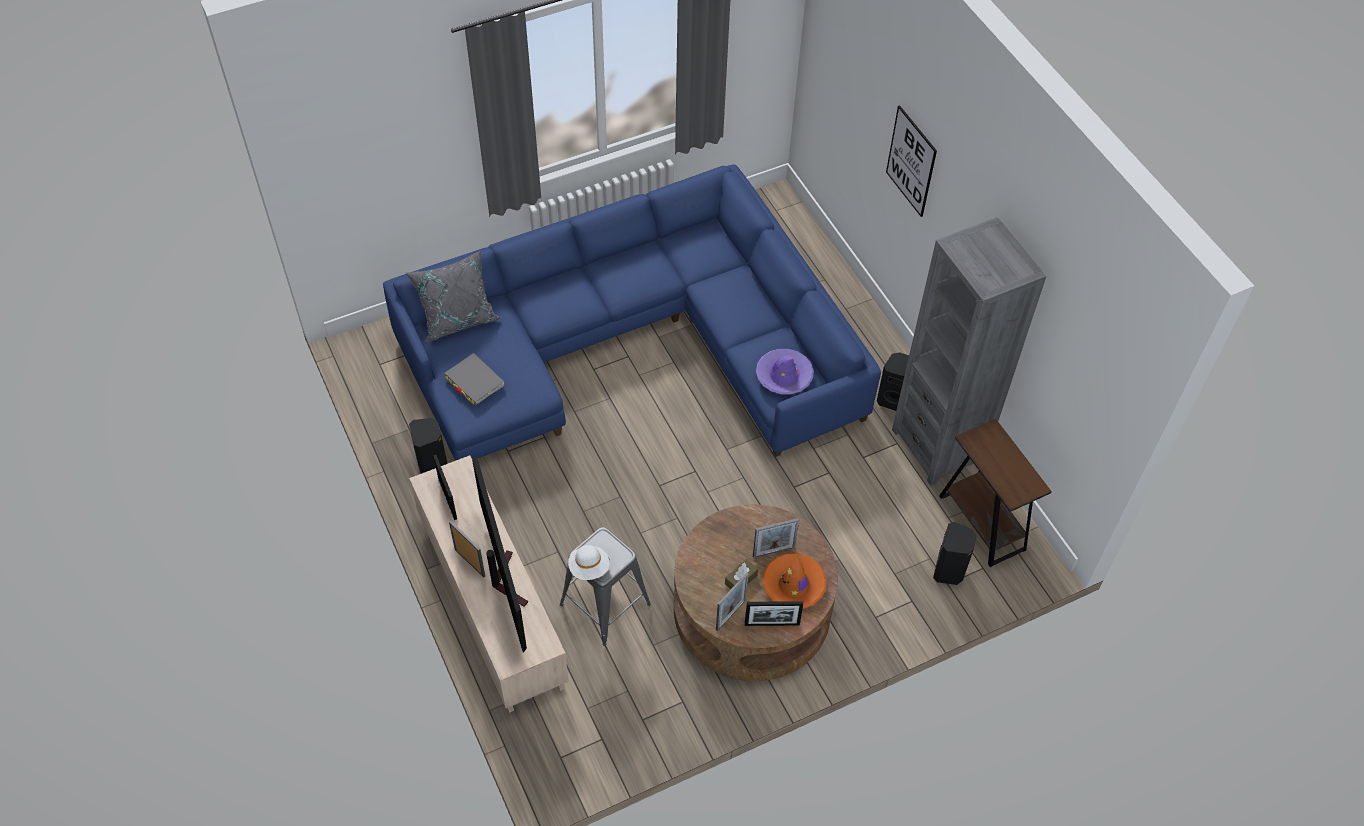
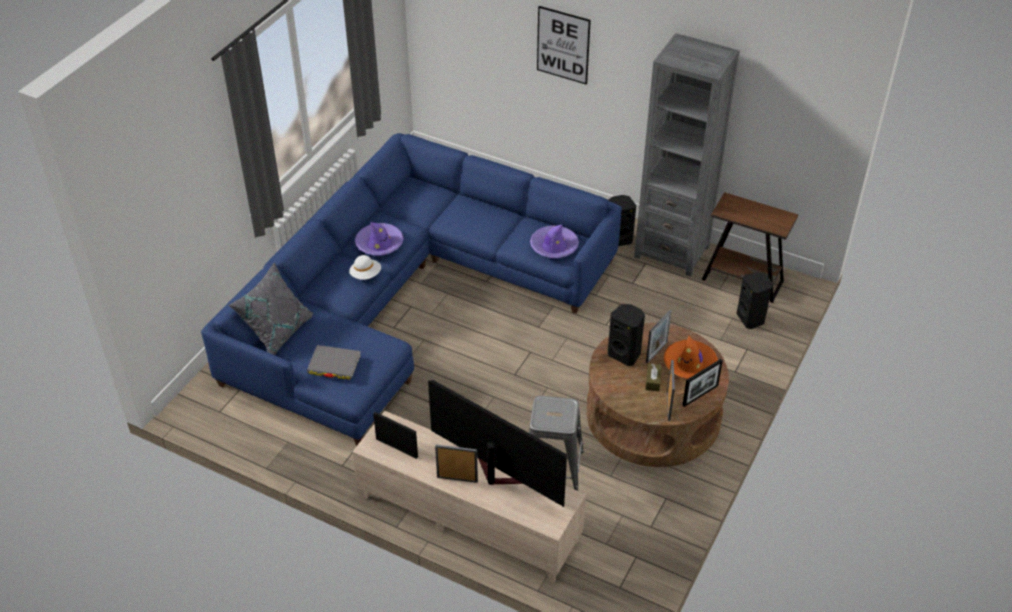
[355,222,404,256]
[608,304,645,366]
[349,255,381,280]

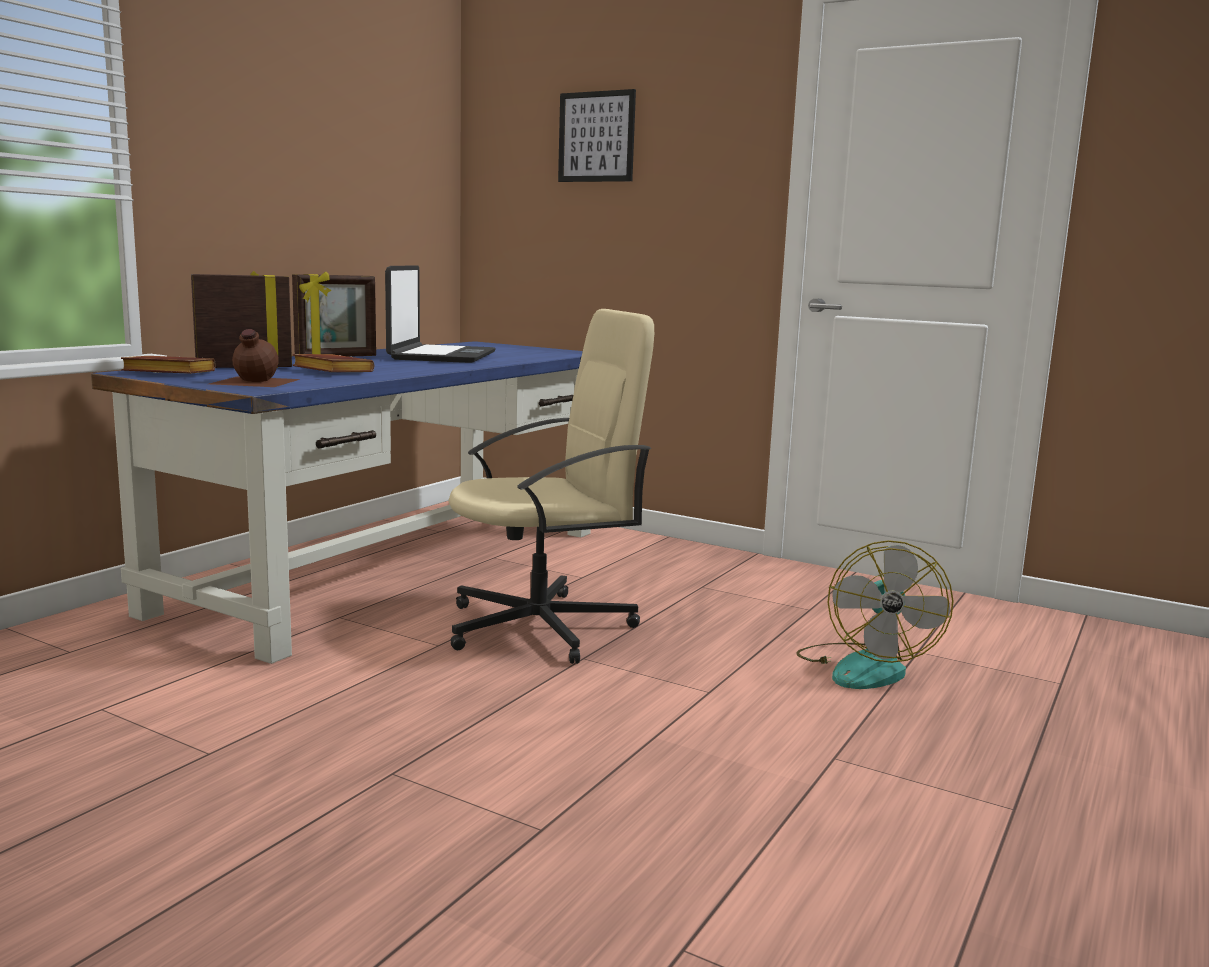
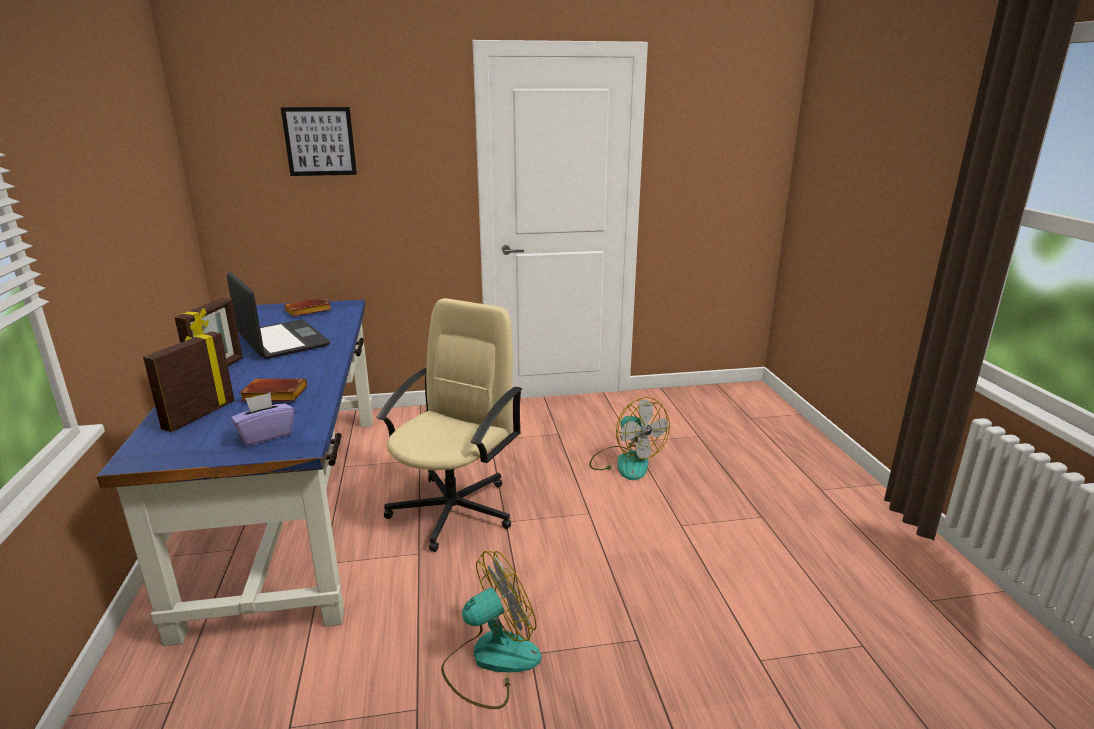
[441,551,542,709]
[284,298,332,317]
[231,393,294,446]

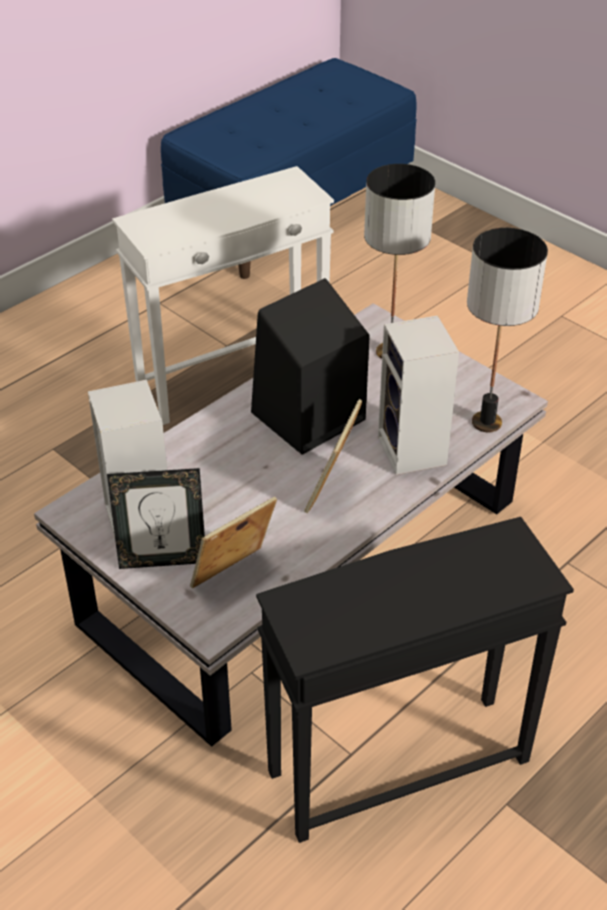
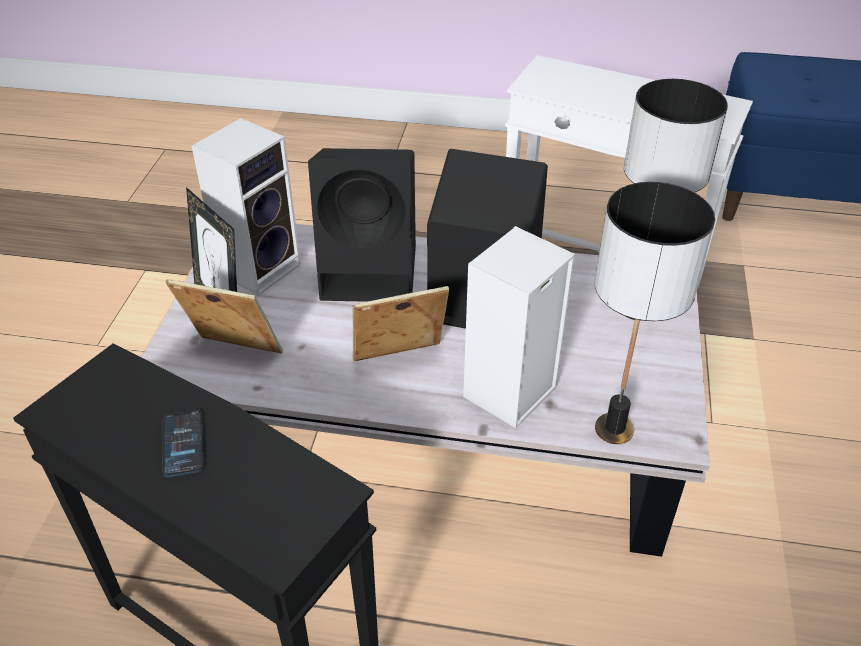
[162,409,204,477]
[308,148,416,302]

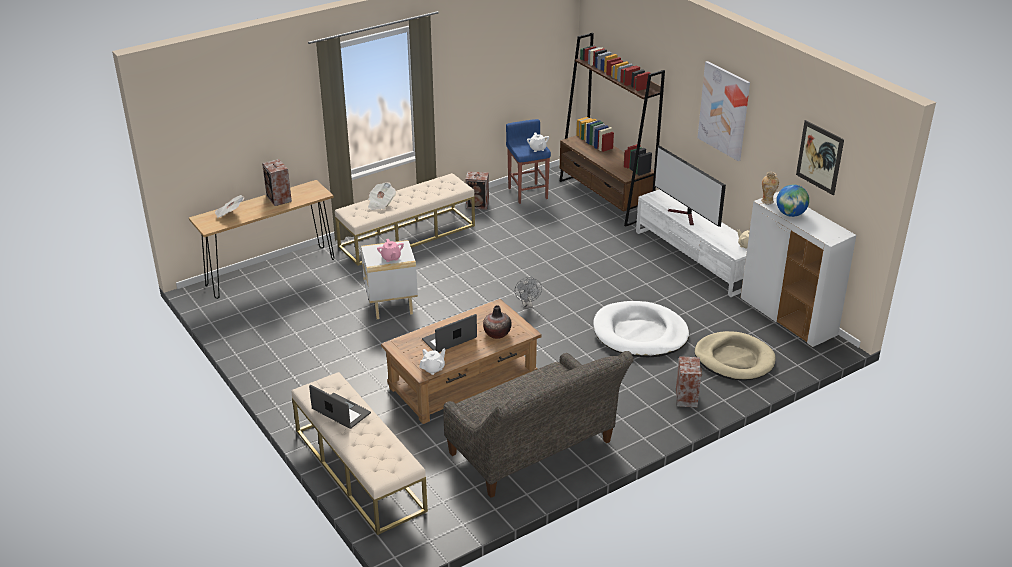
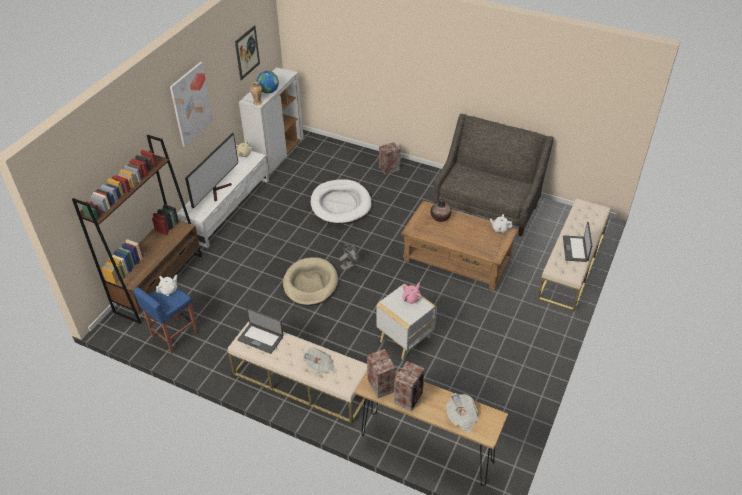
[237,308,283,354]
[367,349,396,398]
[283,257,338,306]

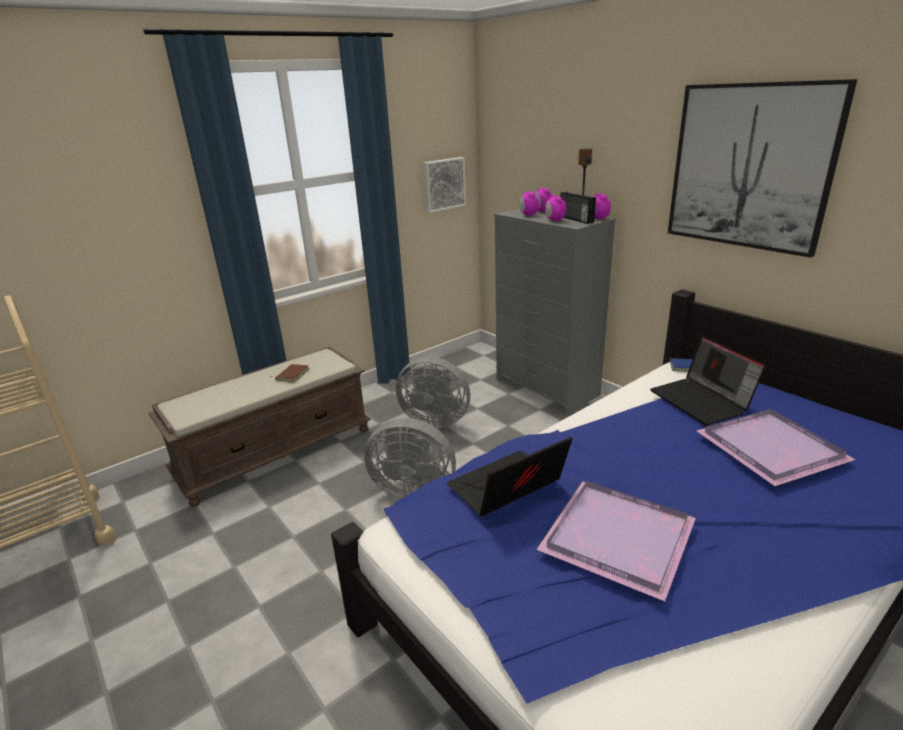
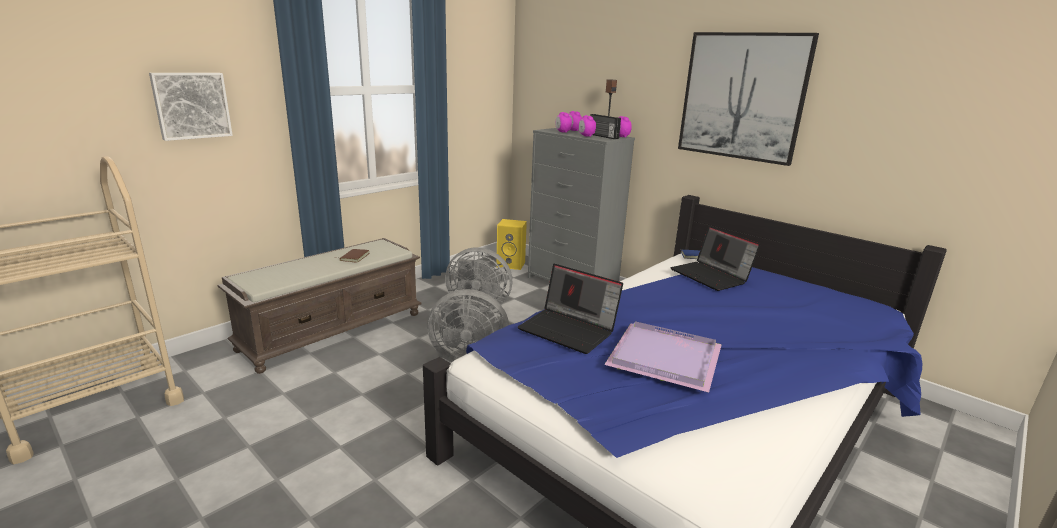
[697,409,856,486] (first image)
[496,219,527,270]
[149,73,233,141]
[518,264,623,354]

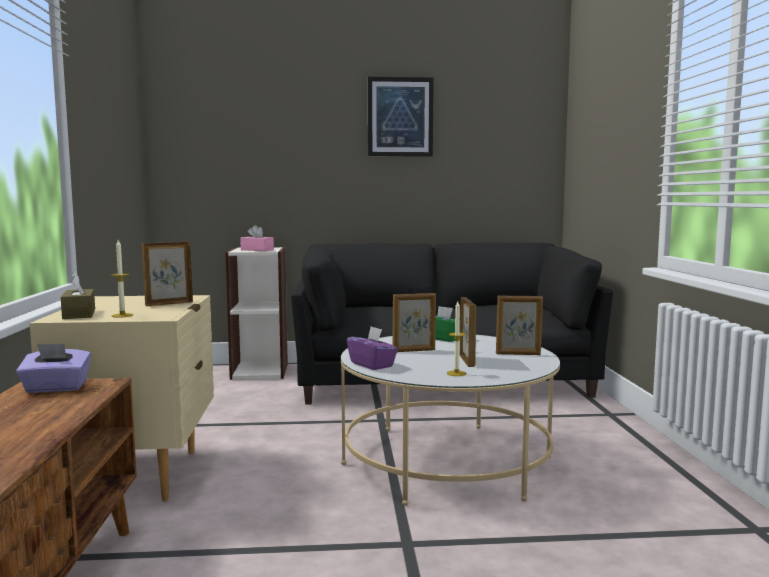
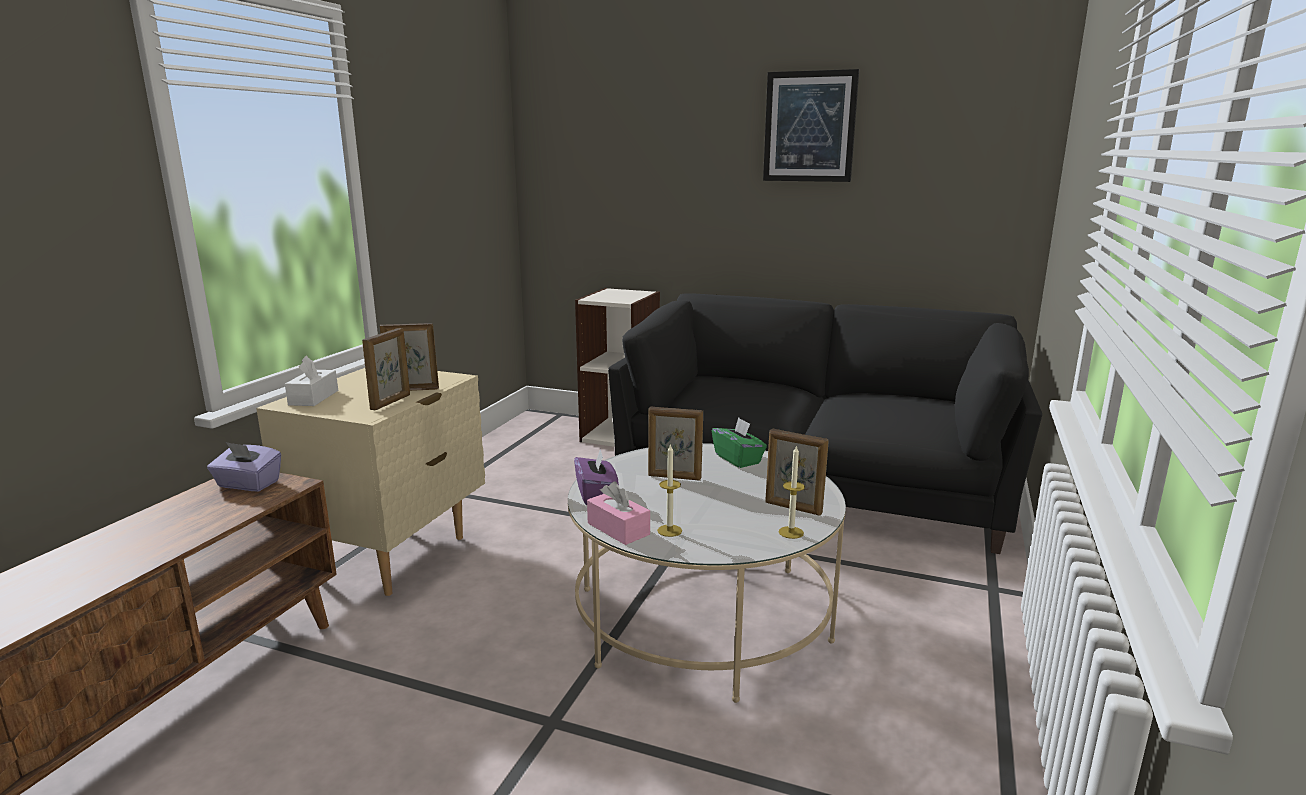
[779,445,805,539]
[587,481,650,545]
[362,328,410,410]
[285,355,338,406]

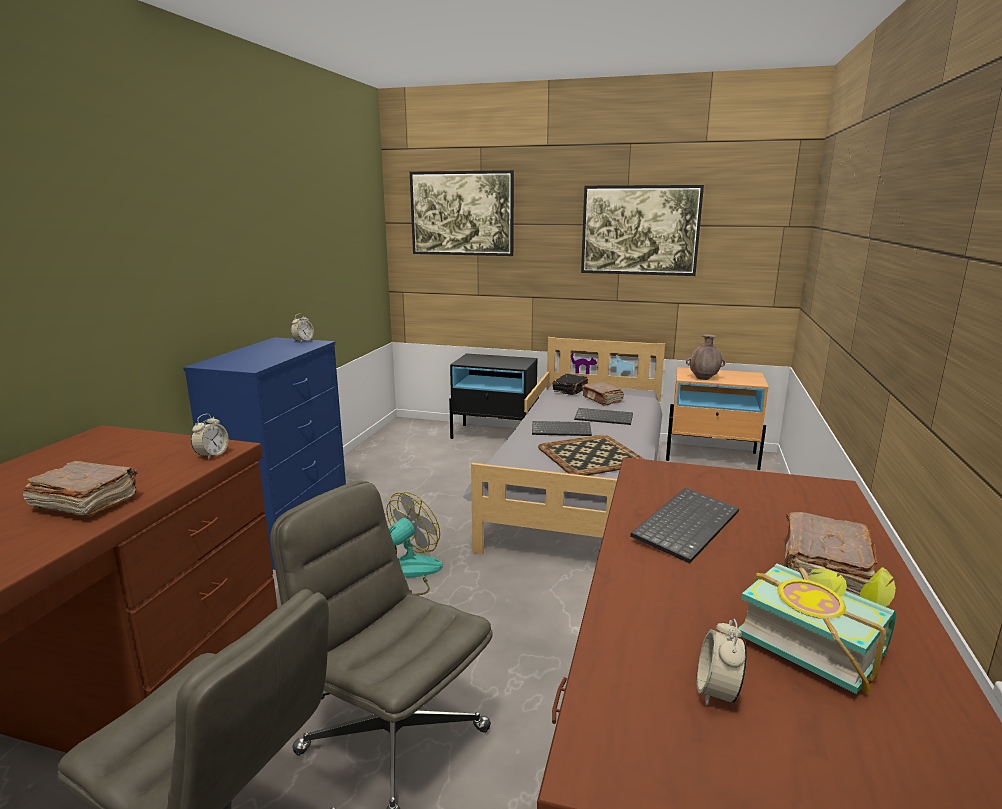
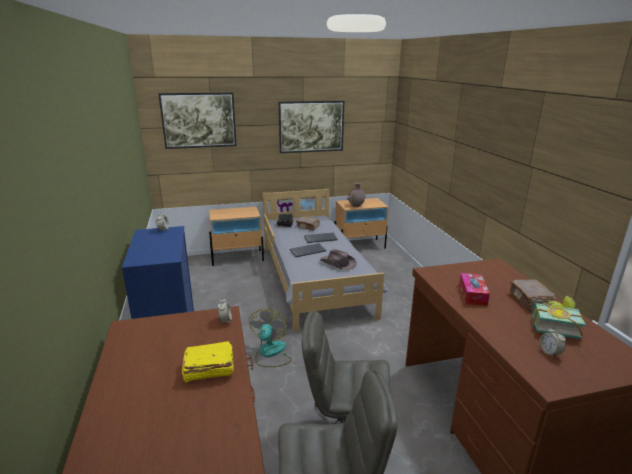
[319,249,357,270]
[459,273,490,306]
[182,341,234,382]
[209,206,264,266]

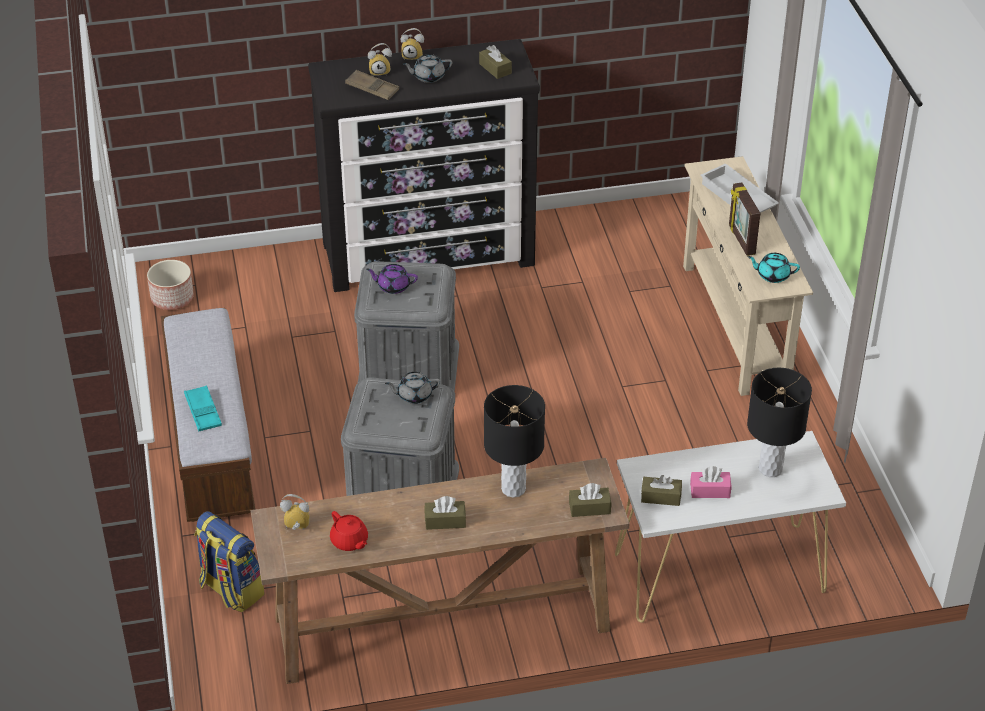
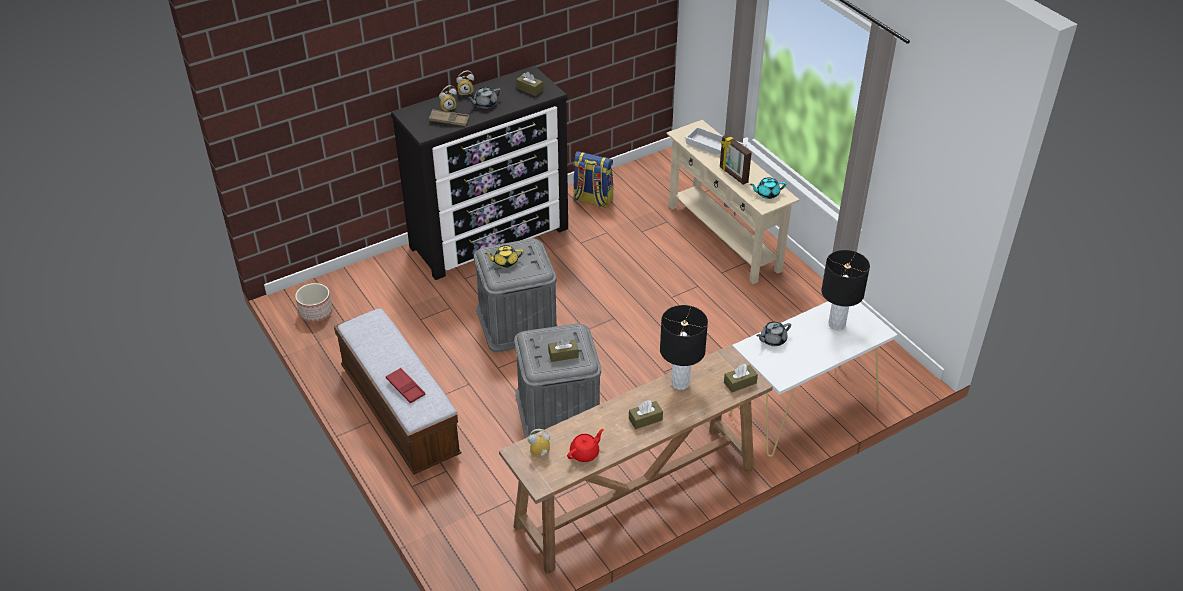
[690,466,732,498] (first image)
[573,151,613,208]
[756,322,791,346]
[548,338,579,362]
[386,368,425,403]
[485,245,524,268]
[567,429,604,462]

